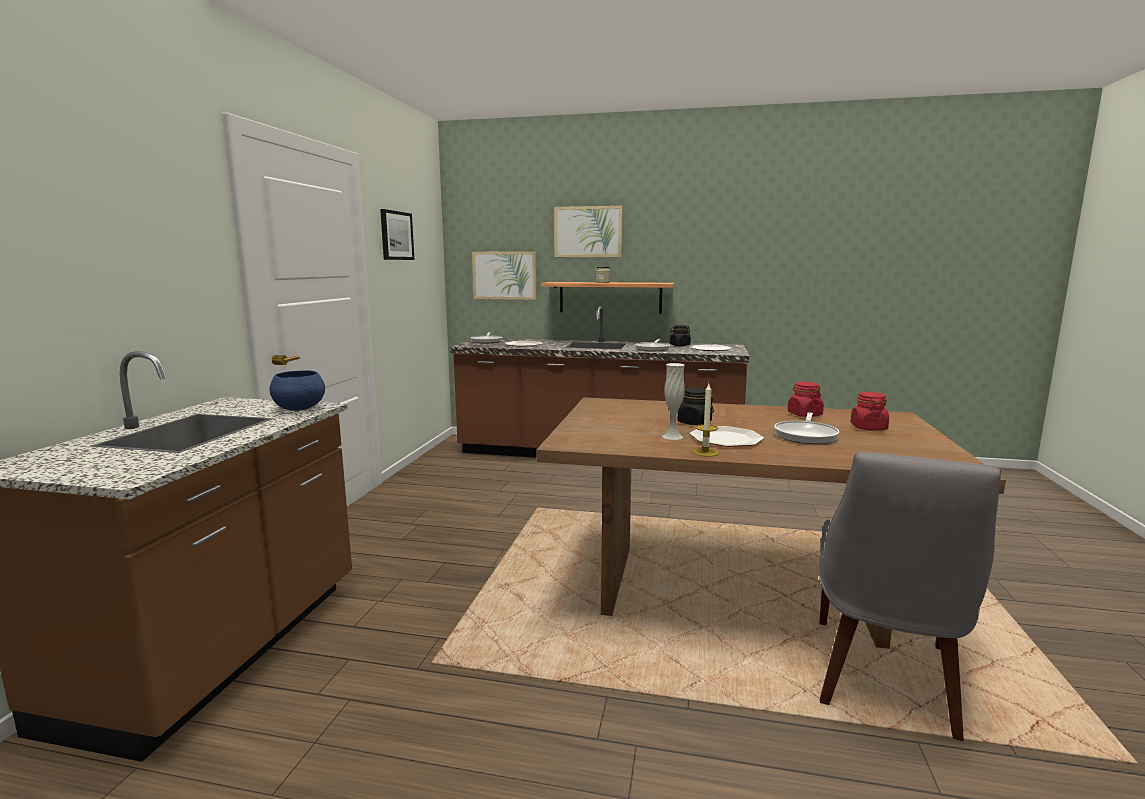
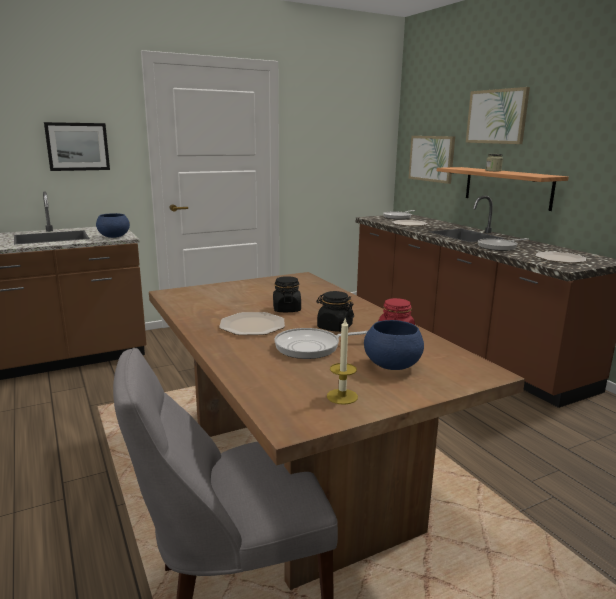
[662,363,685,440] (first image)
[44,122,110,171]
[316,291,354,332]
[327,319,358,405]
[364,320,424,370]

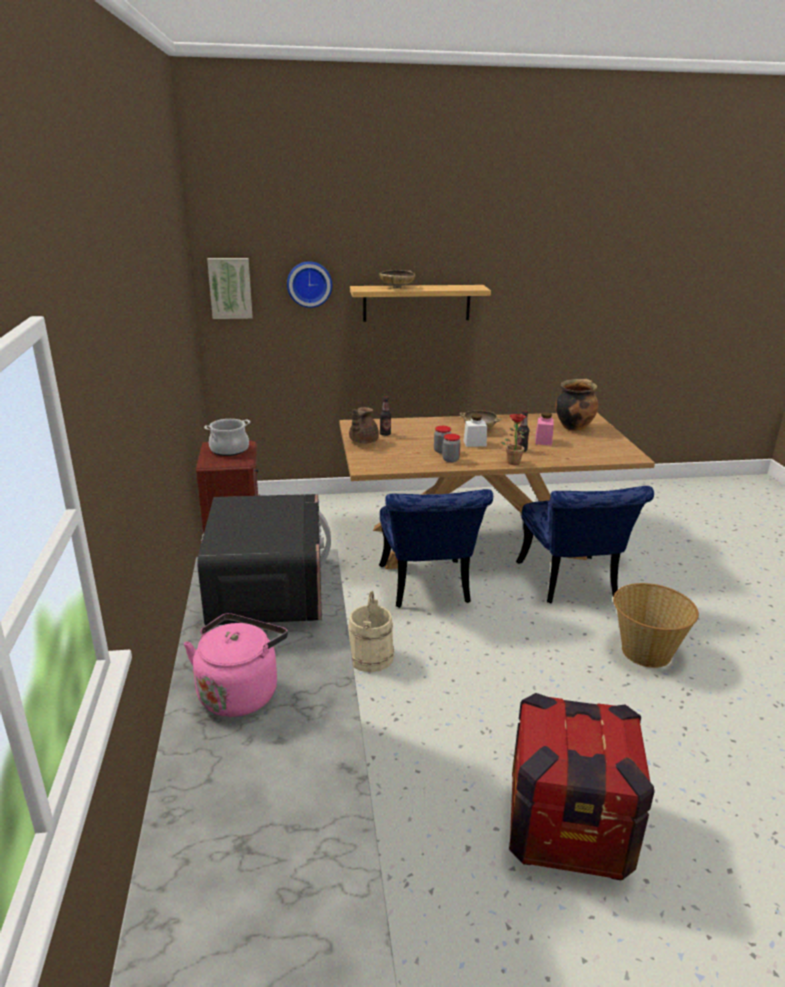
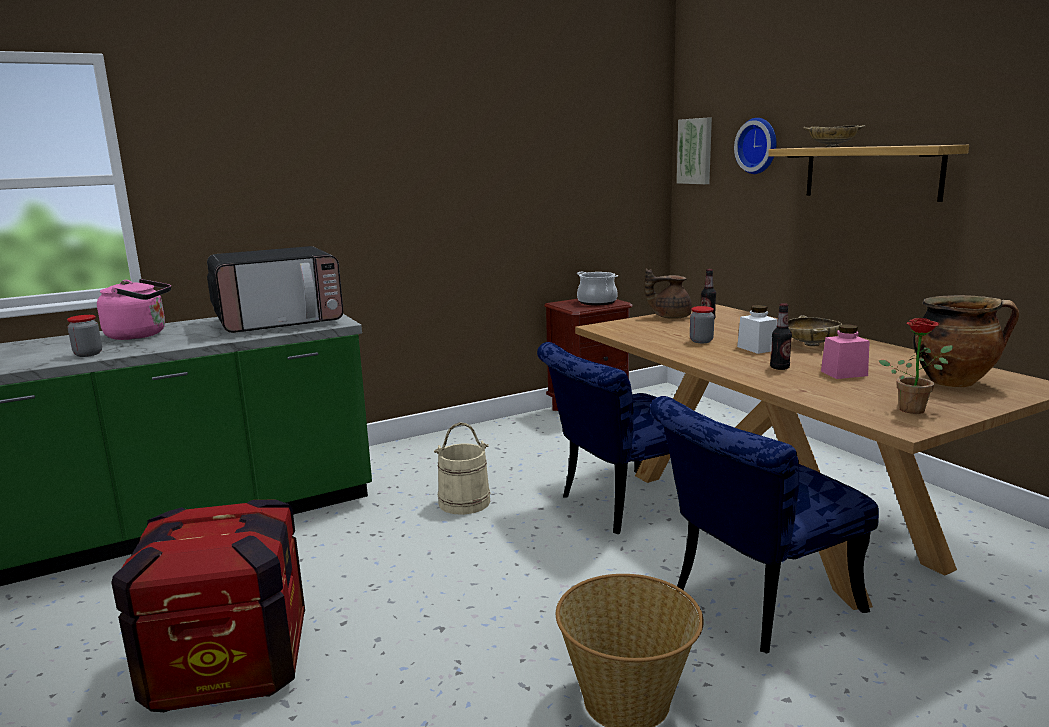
[67,315,102,357]
[878,318,953,414]

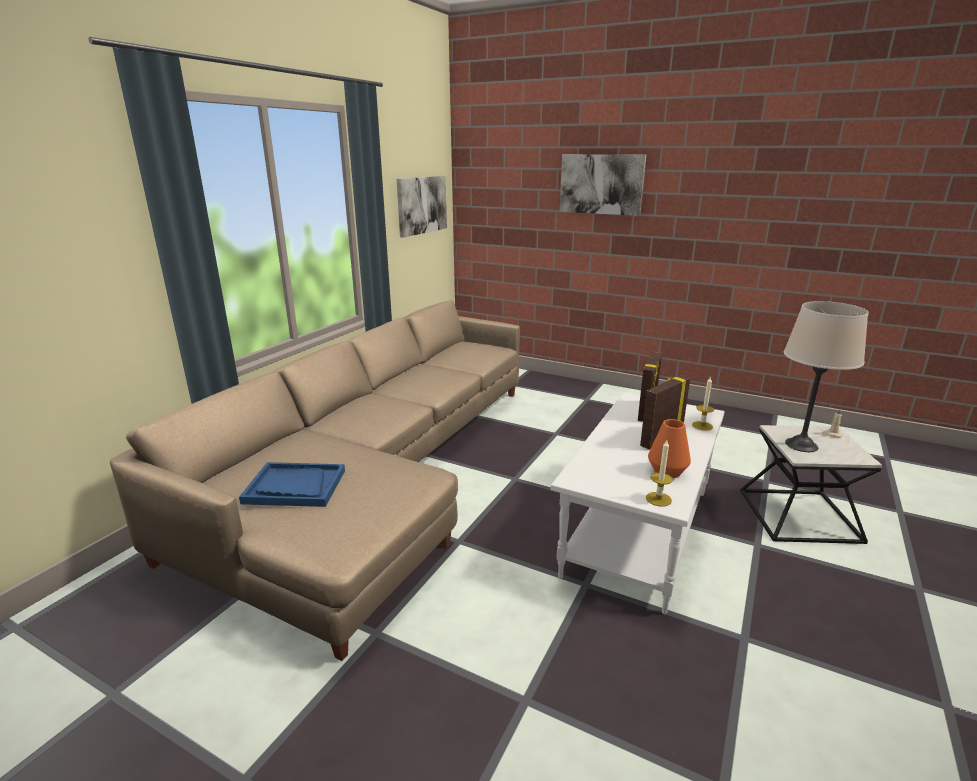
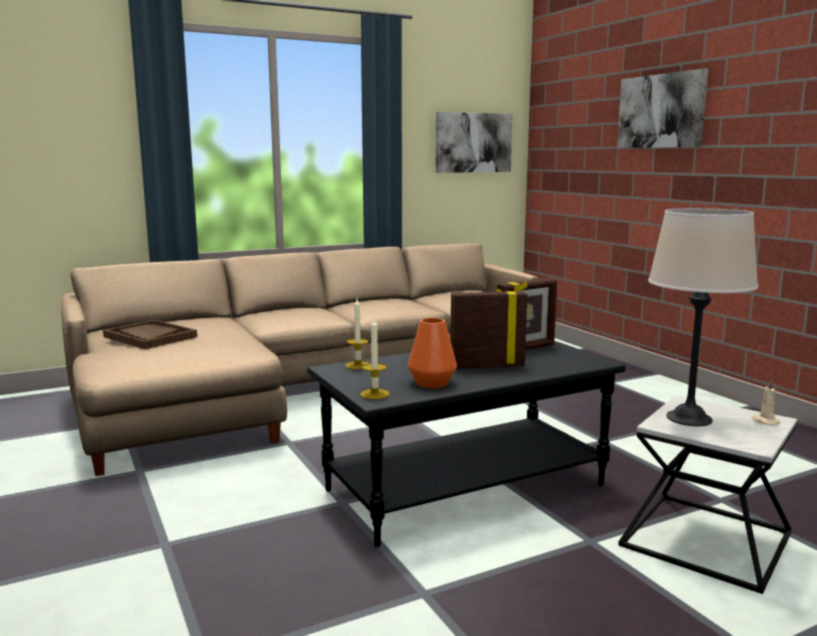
[345,299,369,370]
[103,320,197,349]
[307,340,626,547]

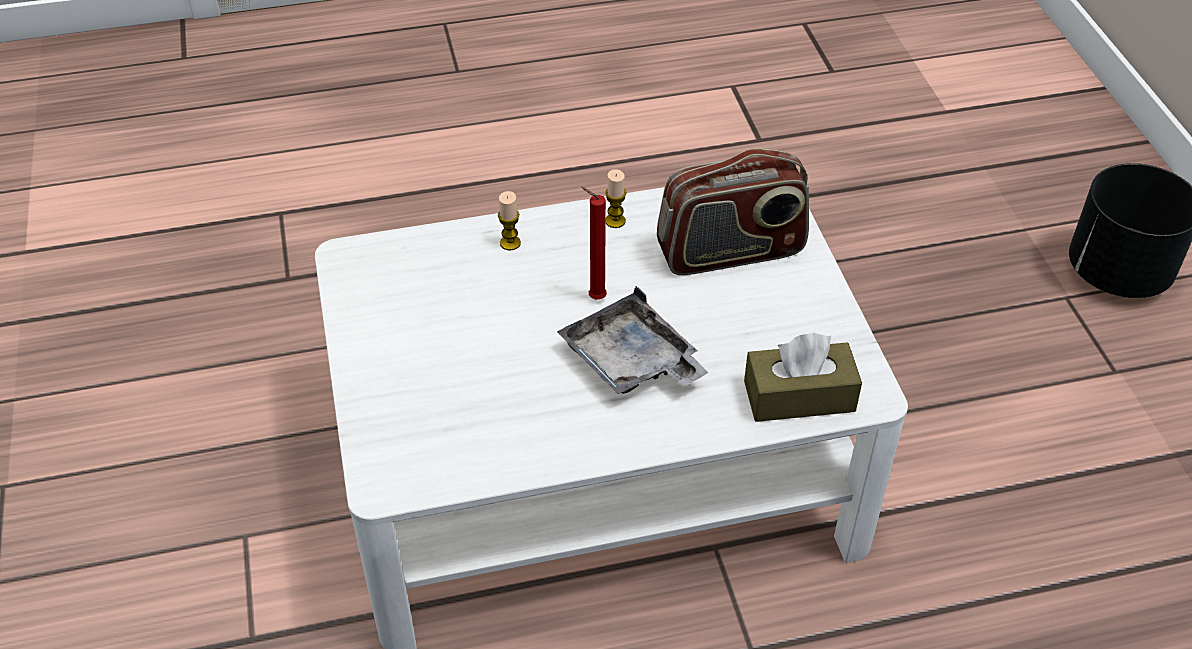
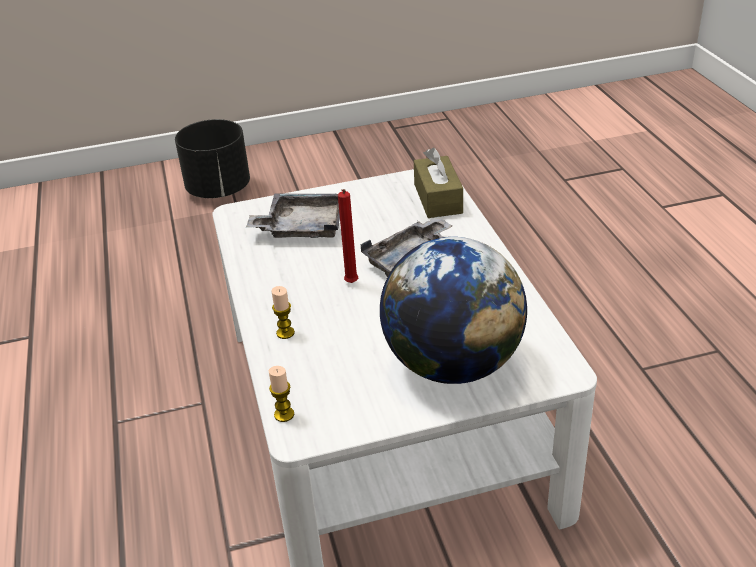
[380,237,527,384]
[269,366,294,422]
[246,193,340,238]

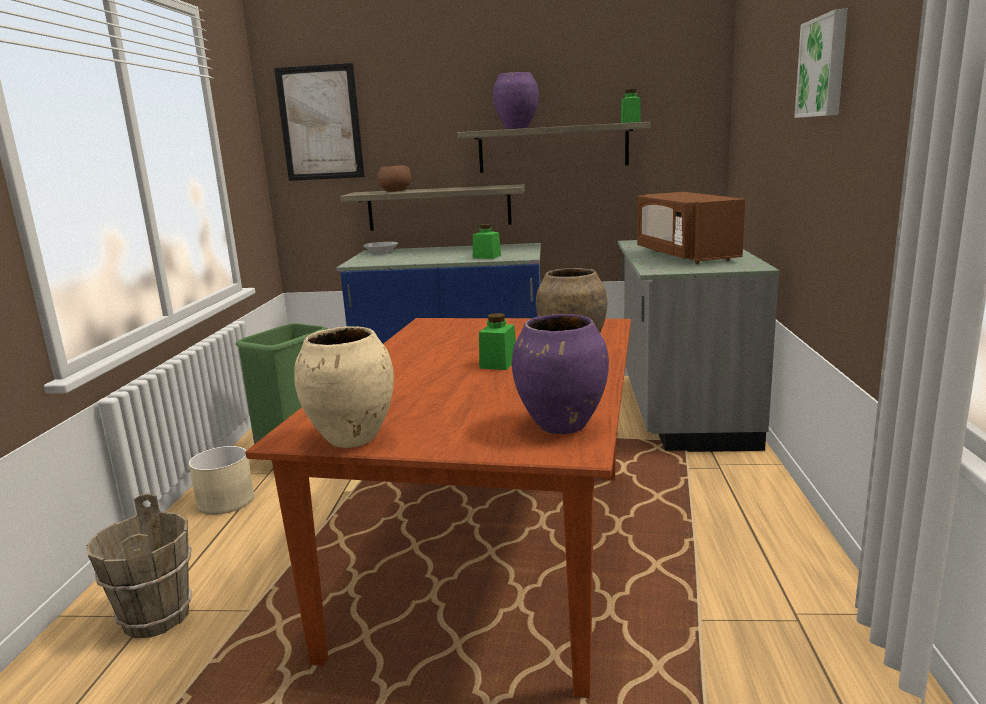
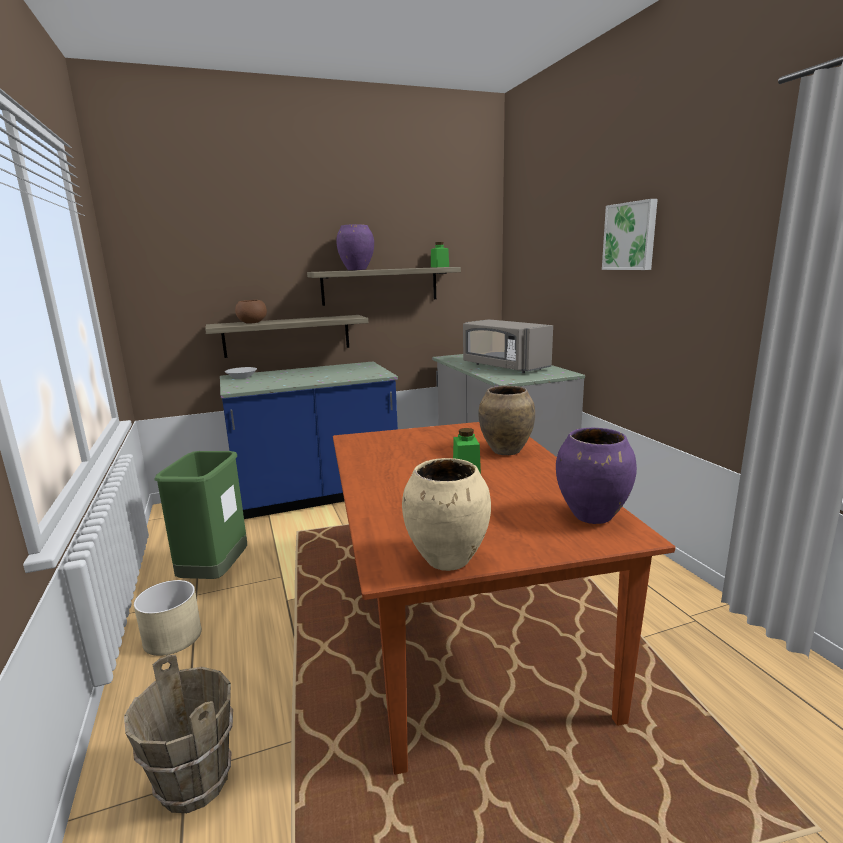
[274,63,365,181] (first image)
[473,224,501,259] (first image)
[463,319,553,373]

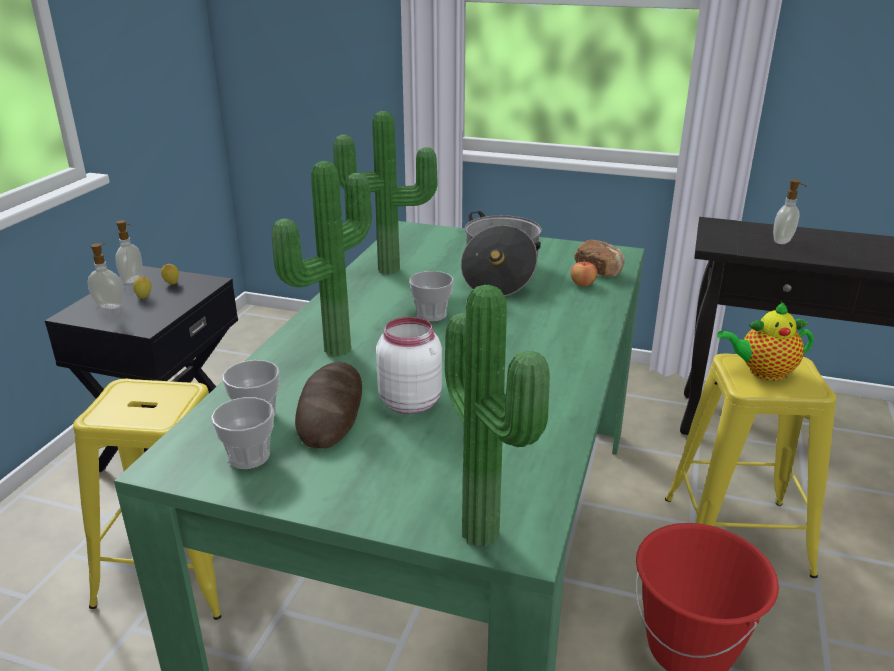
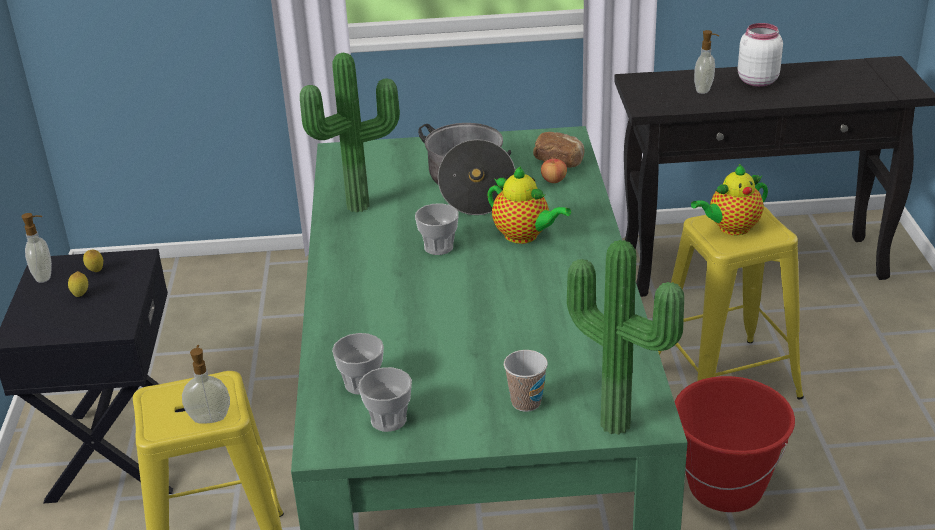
[272,161,372,356] (first image)
[295,362,362,448] (first image)
[487,166,571,244]
[504,350,548,412]
[182,345,230,424]
[738,23,783,87]

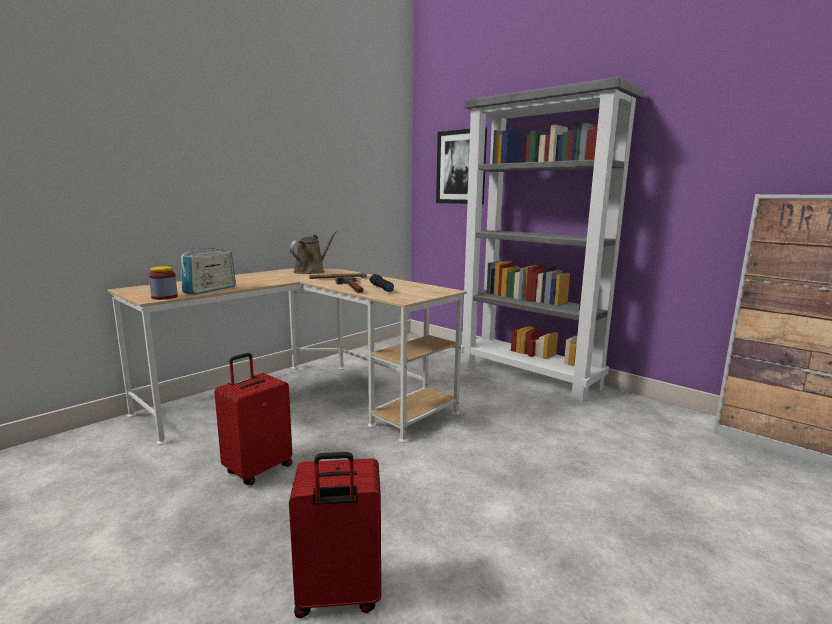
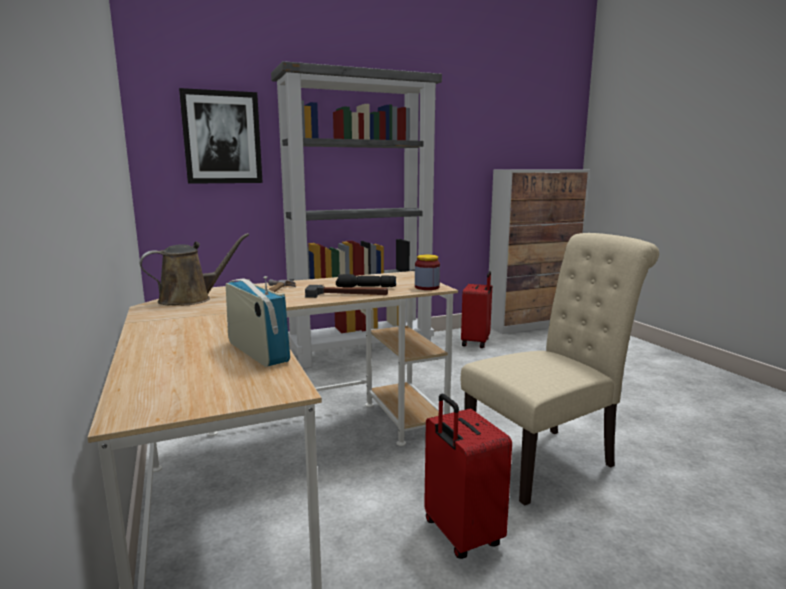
[461,233,659,506]
[415,255,440,290]
[461,271,492,348]
[140,233,249,305]

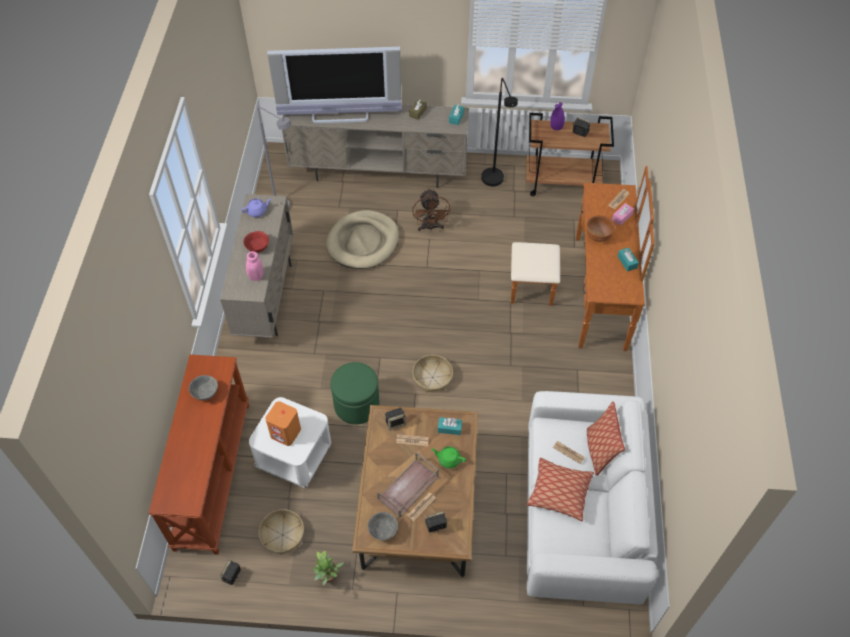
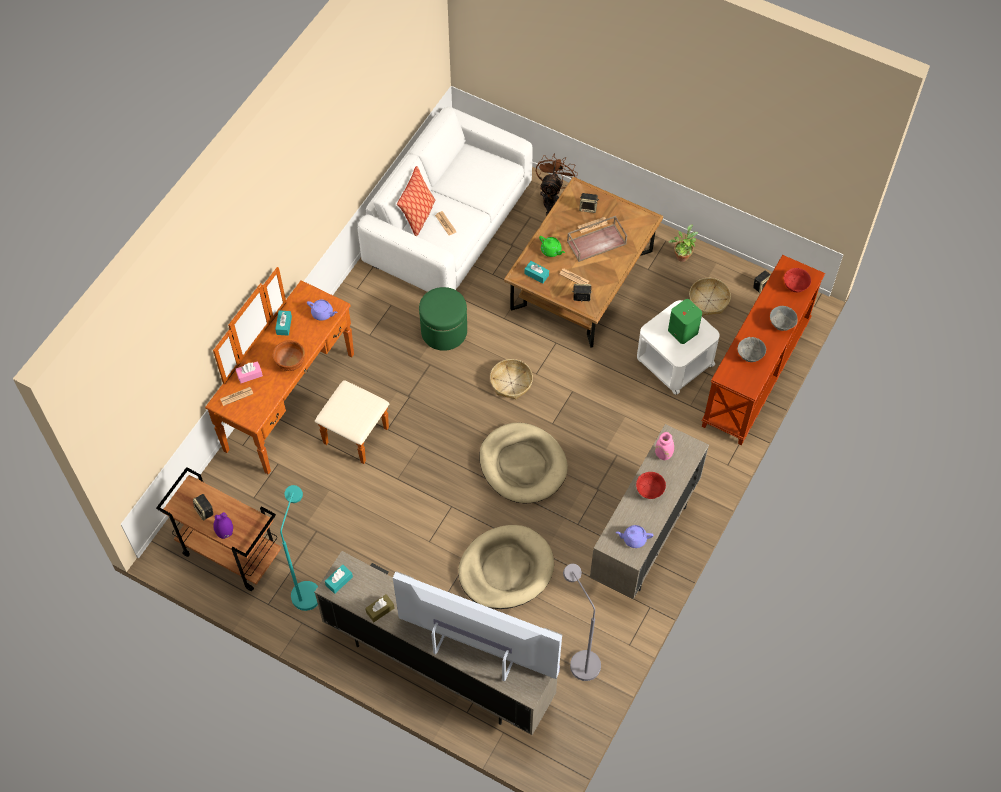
[527,458,594,521] (first image)
[307,300,338,321]
[479,423,568,503]
[784,268,811,292]
[419,287,467,351]
[770,306,798,331]
[536,154,578,216]
[668,299,702,344]
[280,485,318,611]

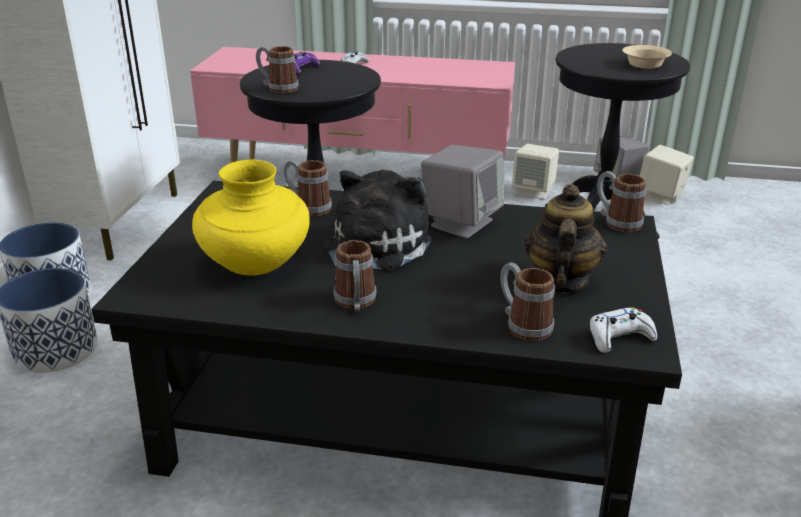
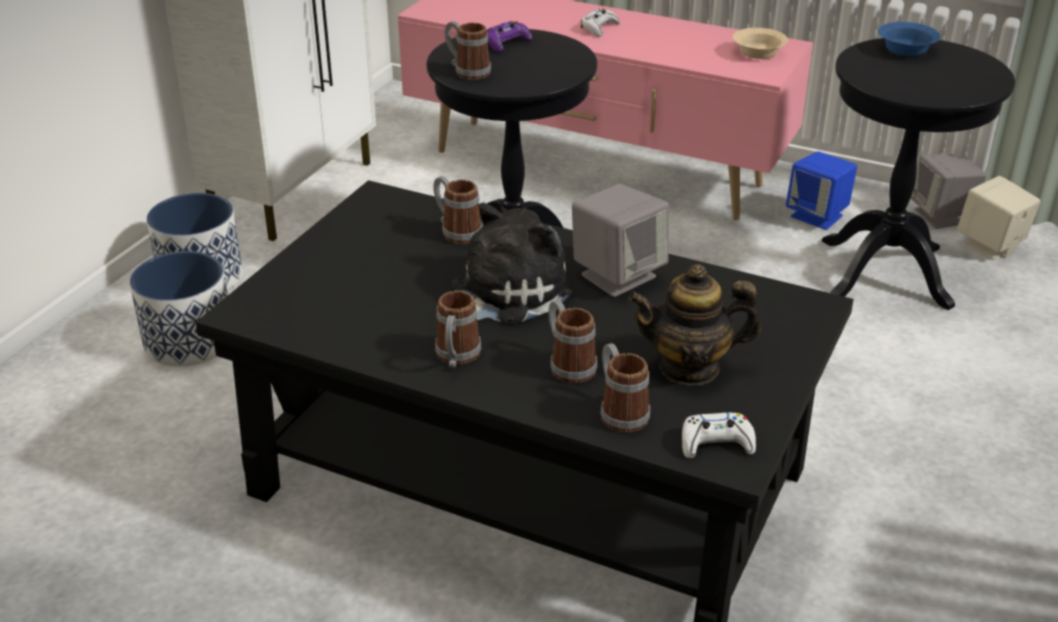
[192,159,310,276] (first image)
[878,22,940,56]
[548,300,597,383]
[732,28,788,59]
[786,152,857,230]
[628,264,761,385]

